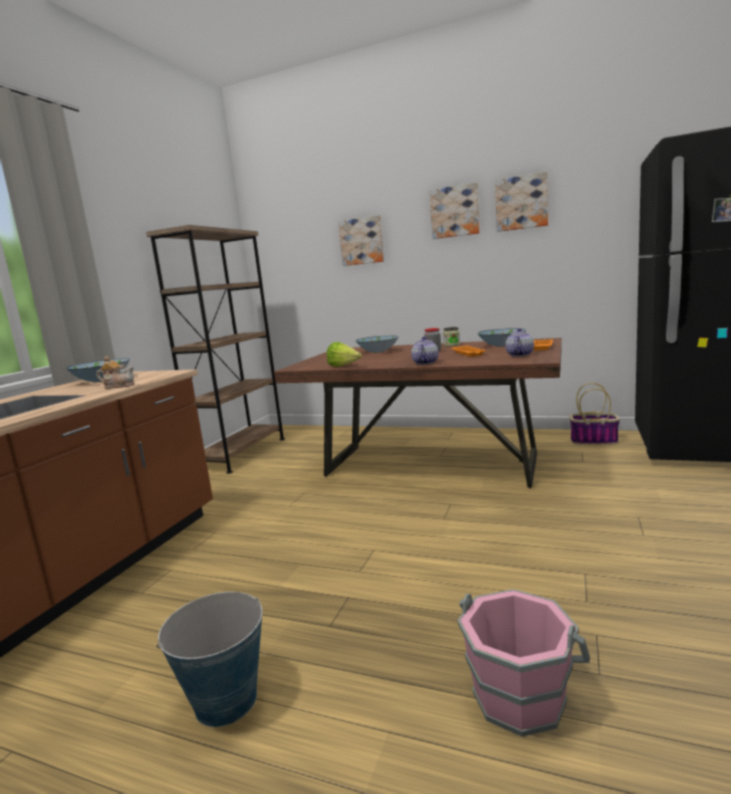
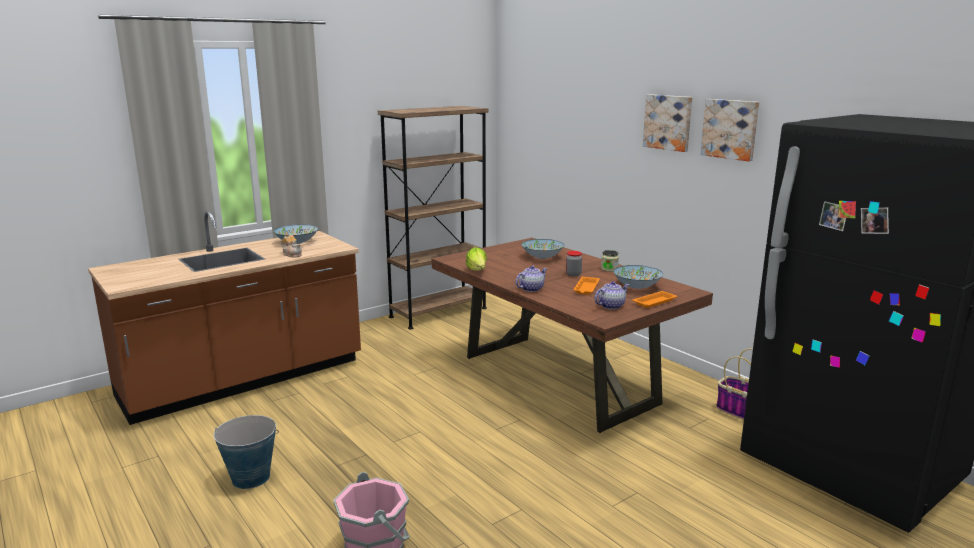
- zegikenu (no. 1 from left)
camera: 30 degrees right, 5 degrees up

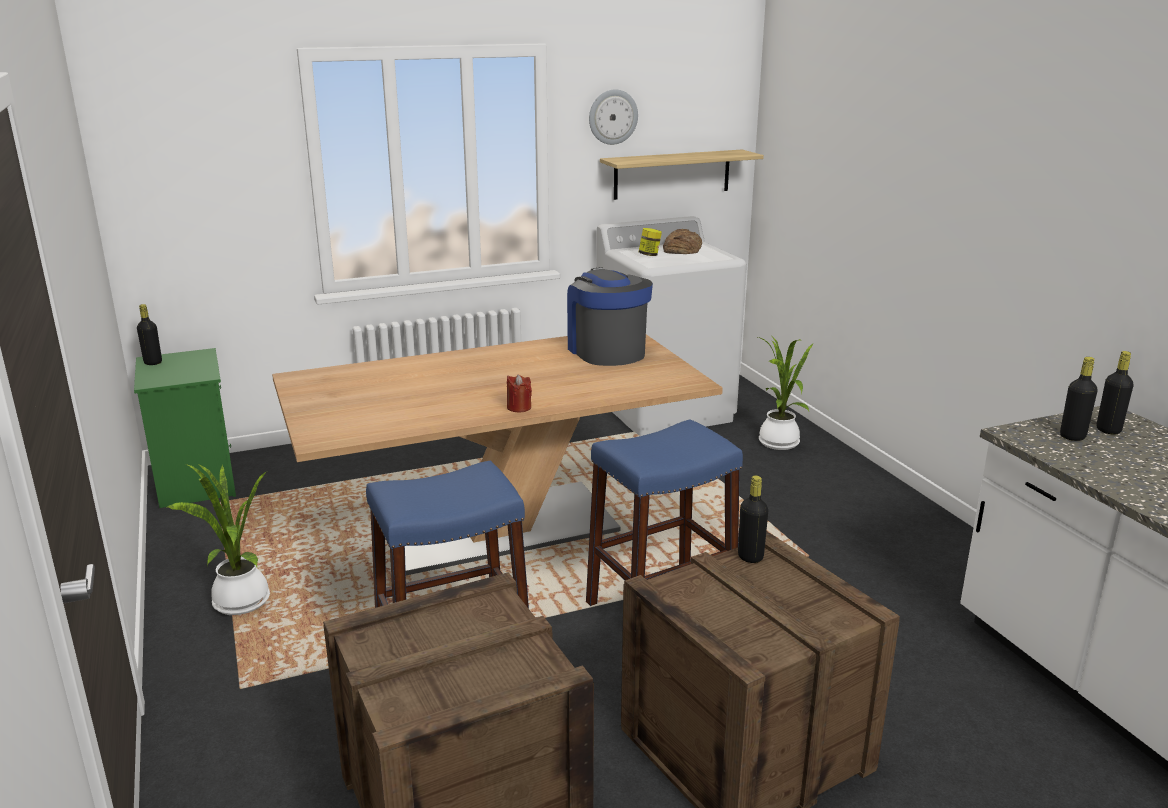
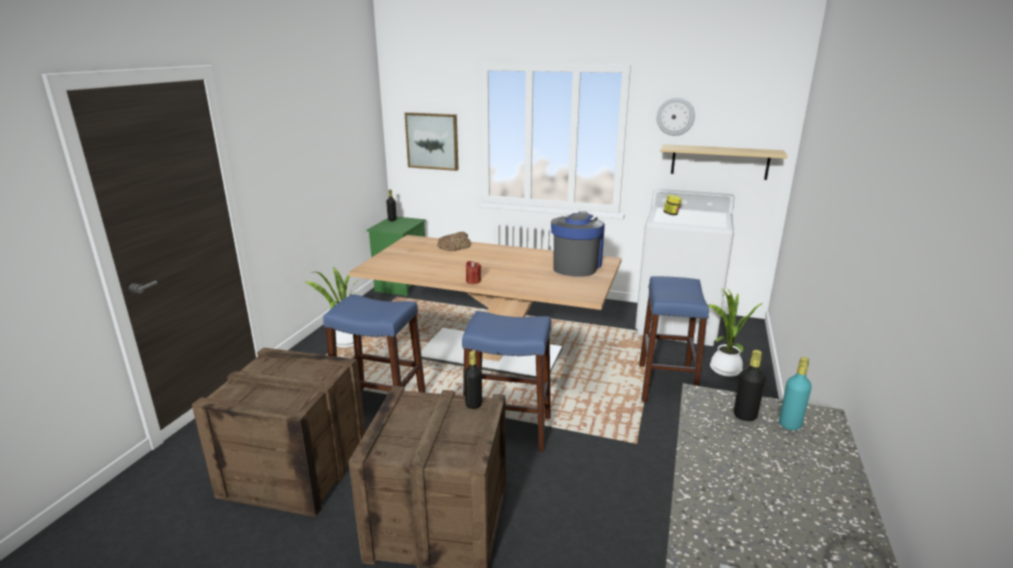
+ zegikenu
+ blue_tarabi (no. 3 from left)
~ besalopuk
~ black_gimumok (no. 4 from left) to turquoise_gimumok
camera: 40 degrees right, 0 degrees up

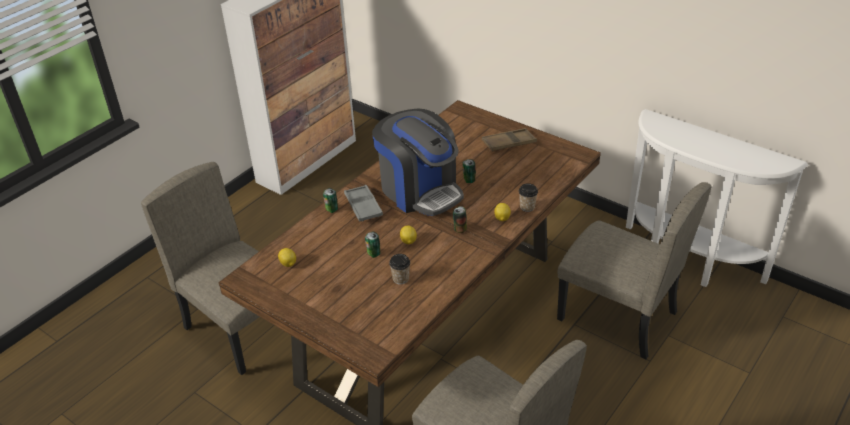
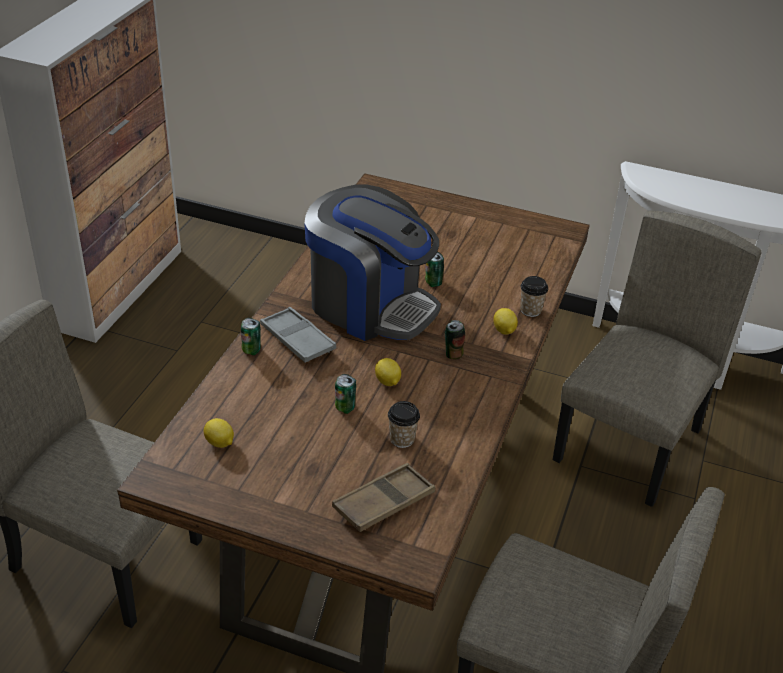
~ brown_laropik
~ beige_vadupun (no. 3 from left) 75 degrees counterclockwise
camera: 20 degrees left, 0 degrees up

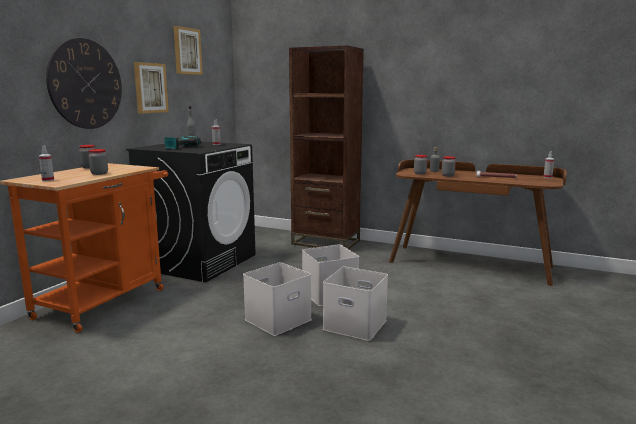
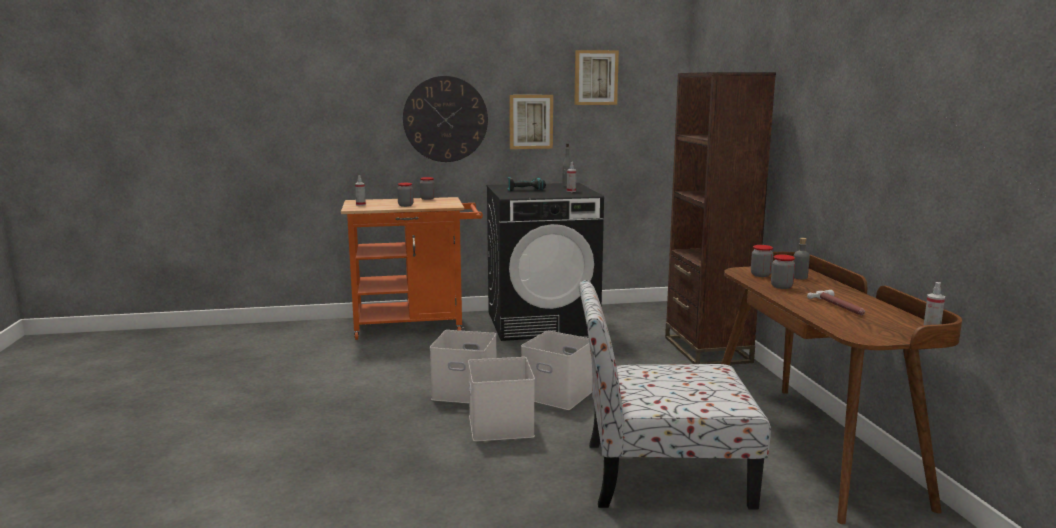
+ vadupun
camera: 55 degrees right, 0 degrees up

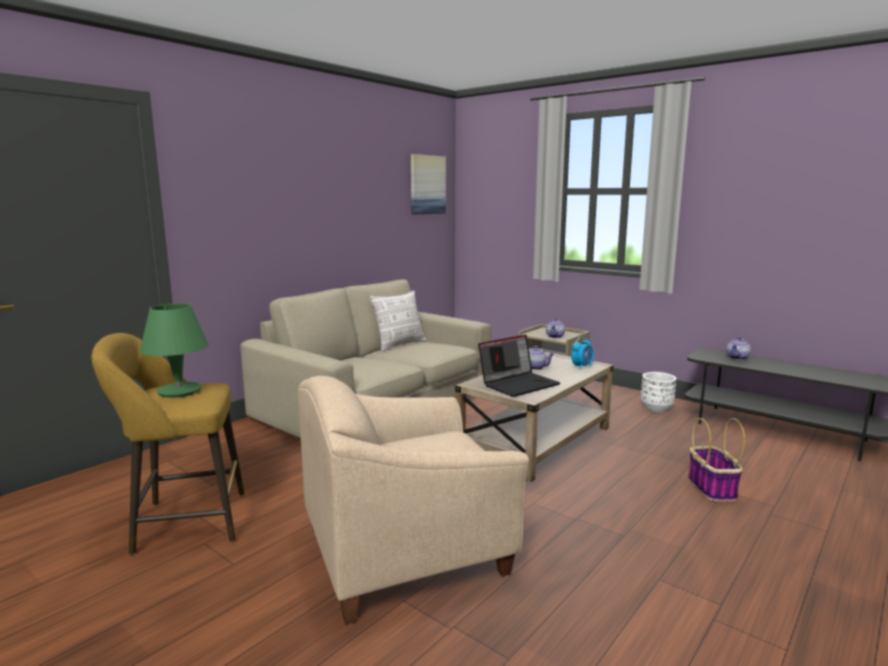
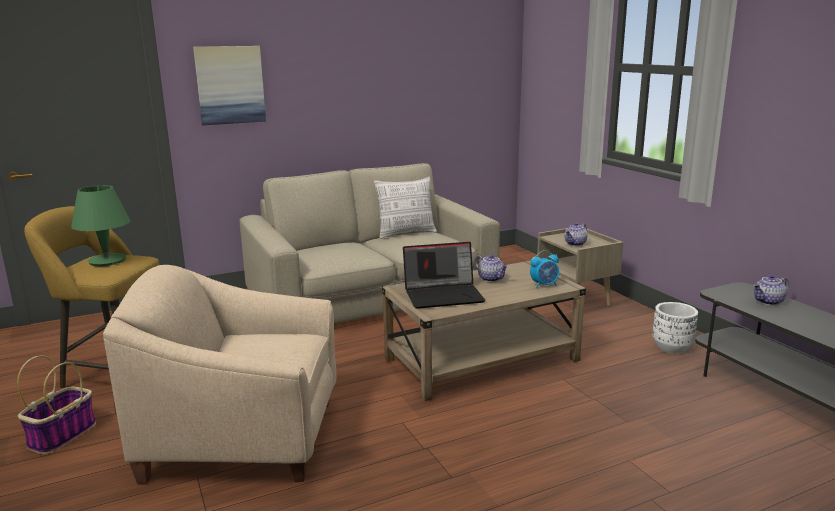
~ zegikenu
~ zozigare
camera: 25 degrees right, 5 degrees up

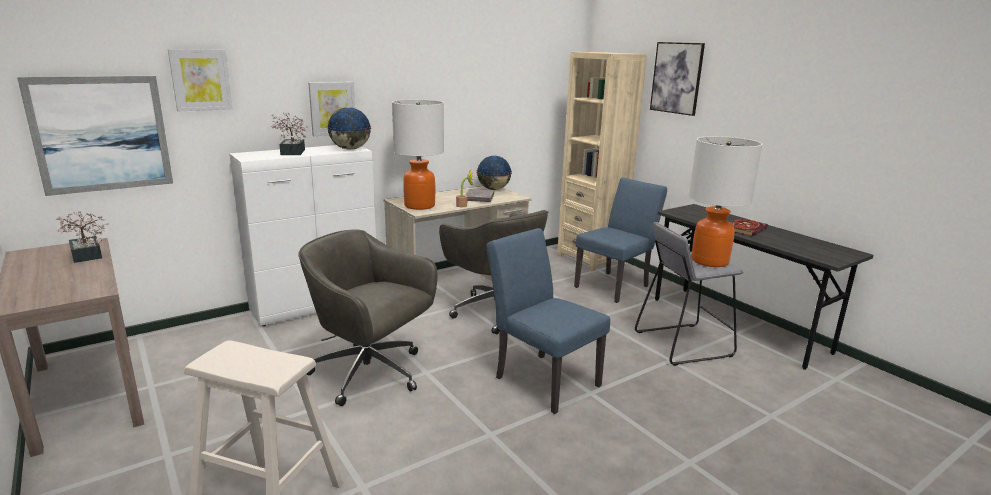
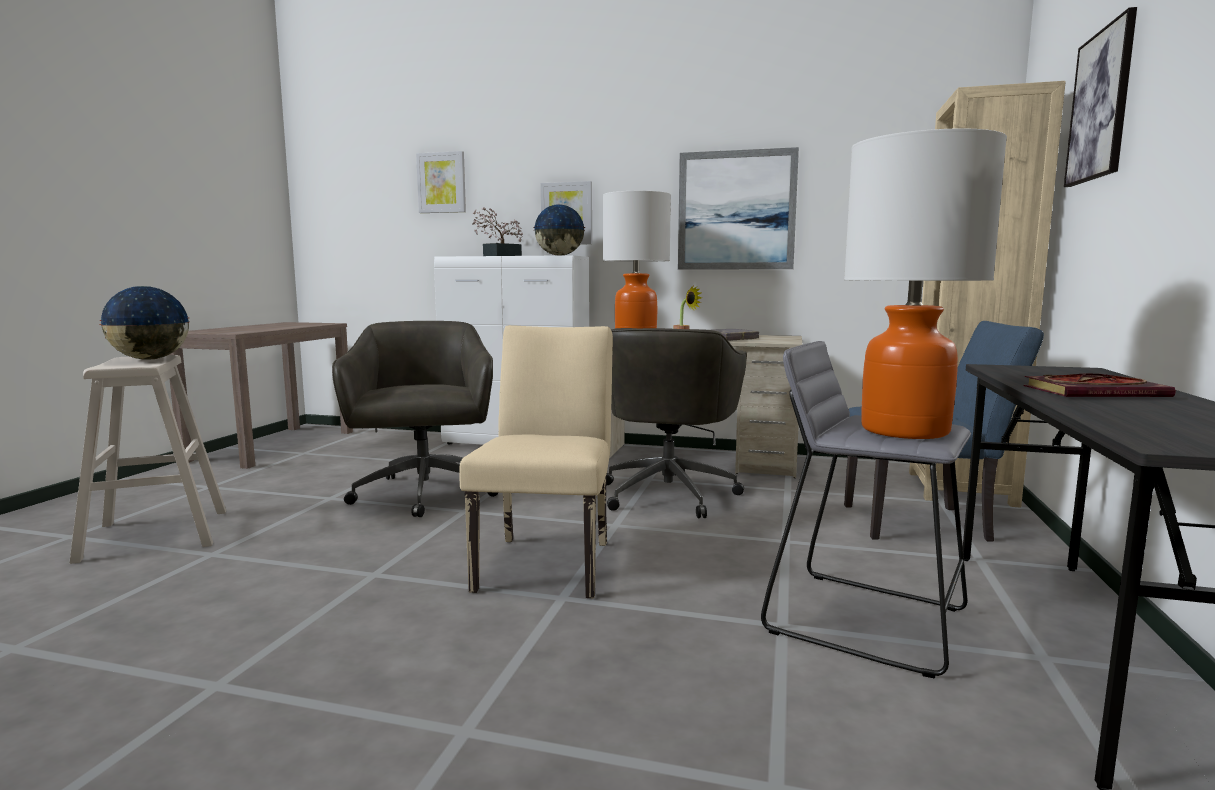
- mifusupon (no. 1 from left)
~ zegikenu (no. 1 from left in the first image) to zegikenu (no. 3 from left)
~ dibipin (no. 2 from left in the first image) to dibipin (no. 1 from left)
~ blue_vadupun (no. 1 from left) to beige_vadupun
camera: 50 degrees right, 10 degrees down

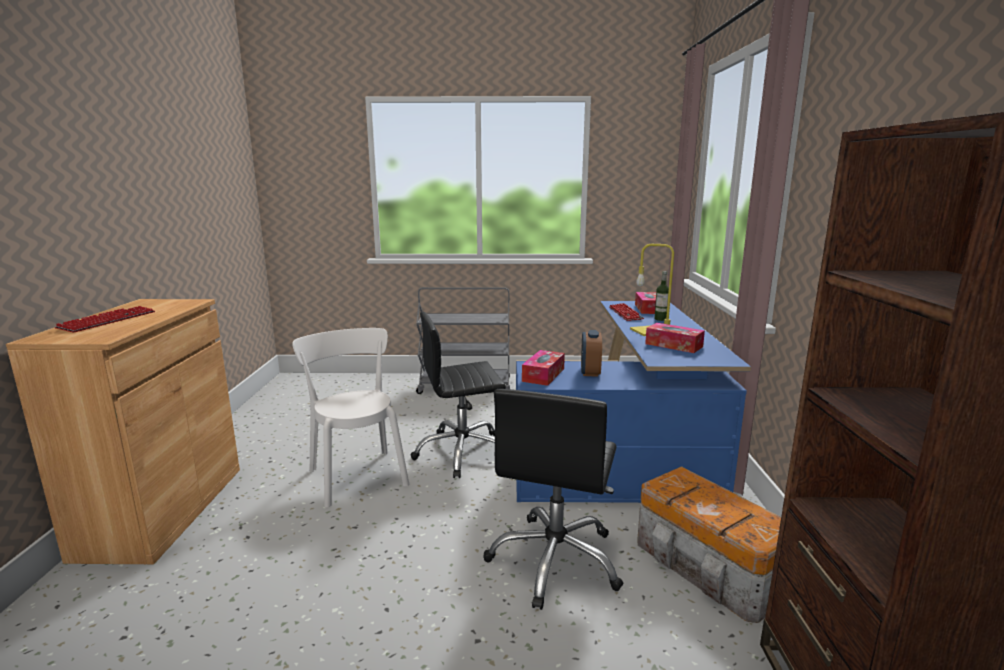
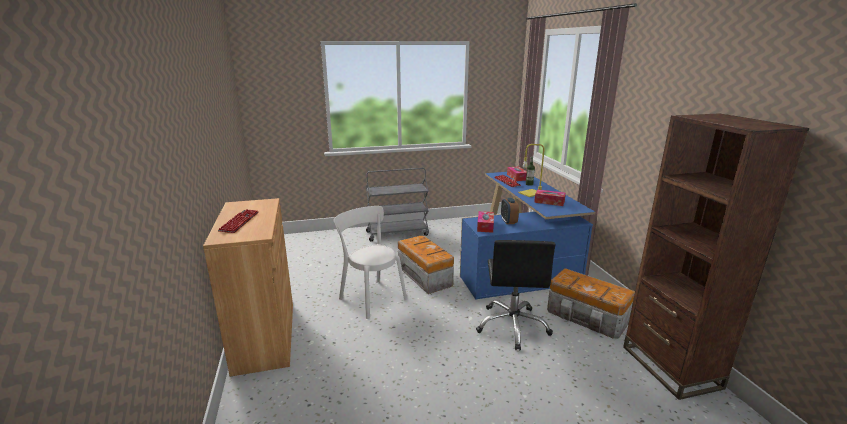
~ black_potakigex (no. 1 from left) to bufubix (no. 1 from left)
camera: 15 degrees left, 5 degrees up

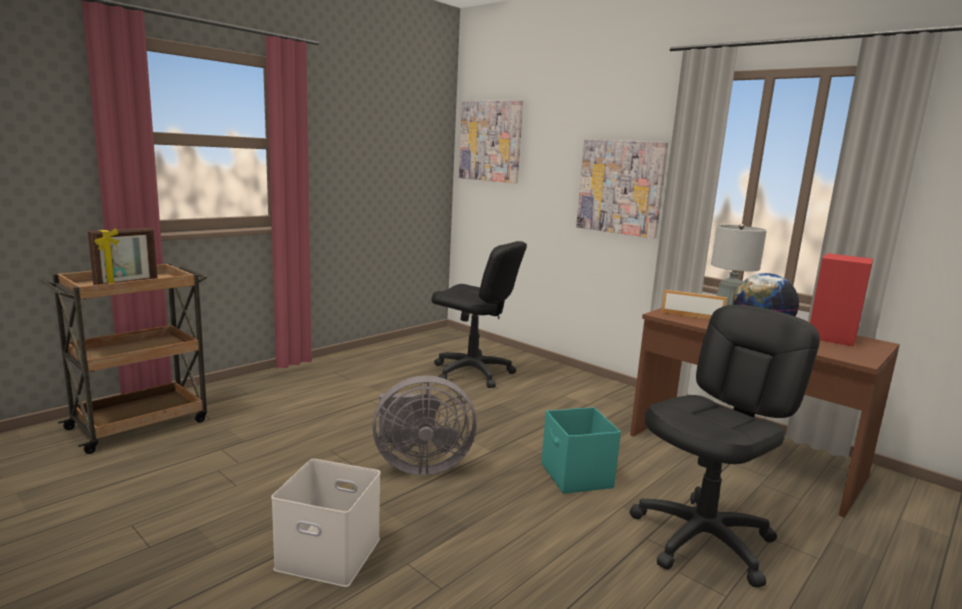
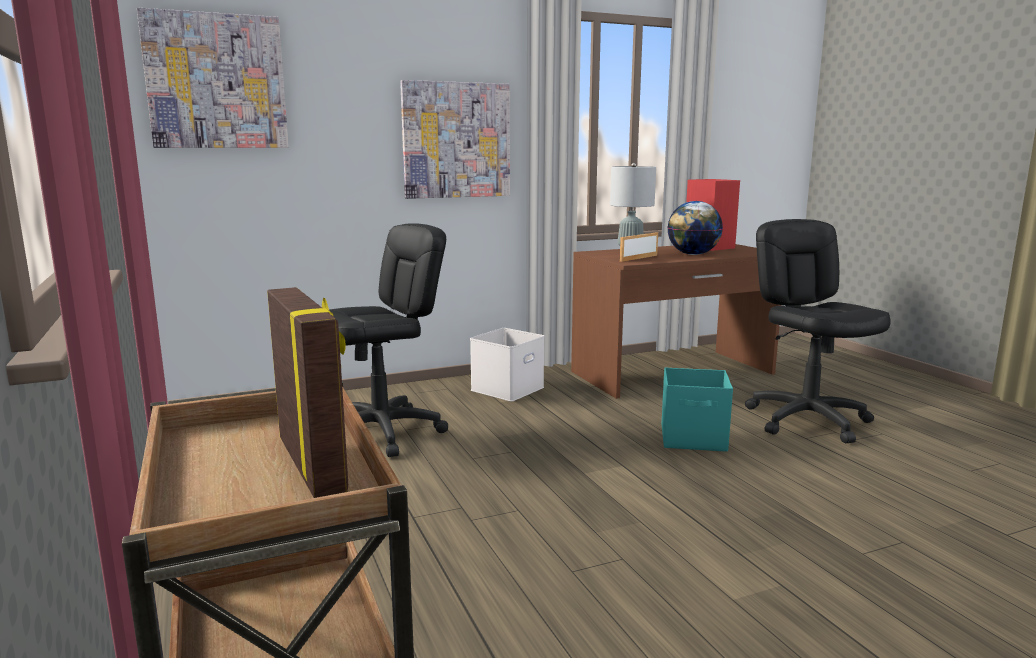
- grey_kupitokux
~ white_bufubix
camera: 65 degrees left, 0 degrees up

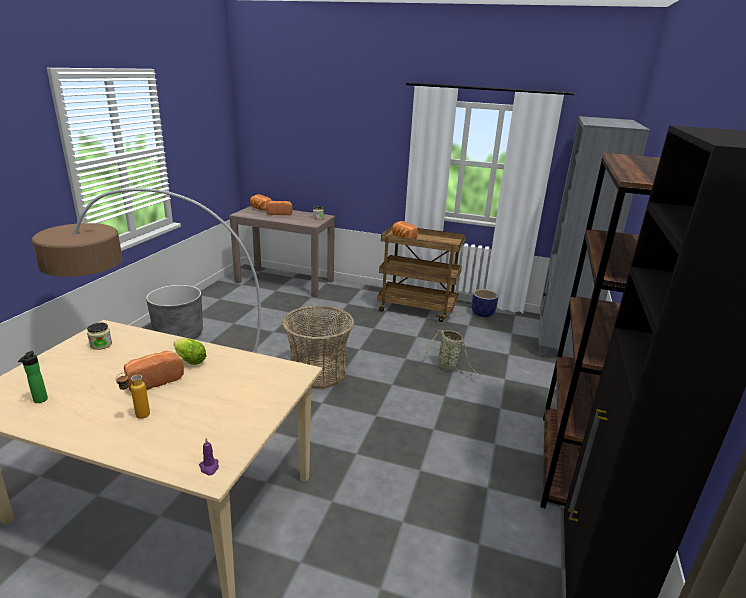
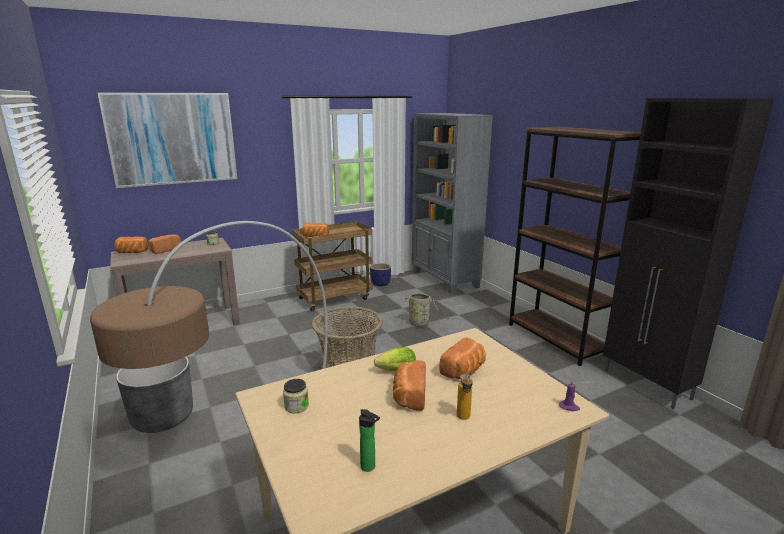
+ zegikenu
+ besalopuk (no. 5 from left)
camera: 45 degrees left, 5 degrees down

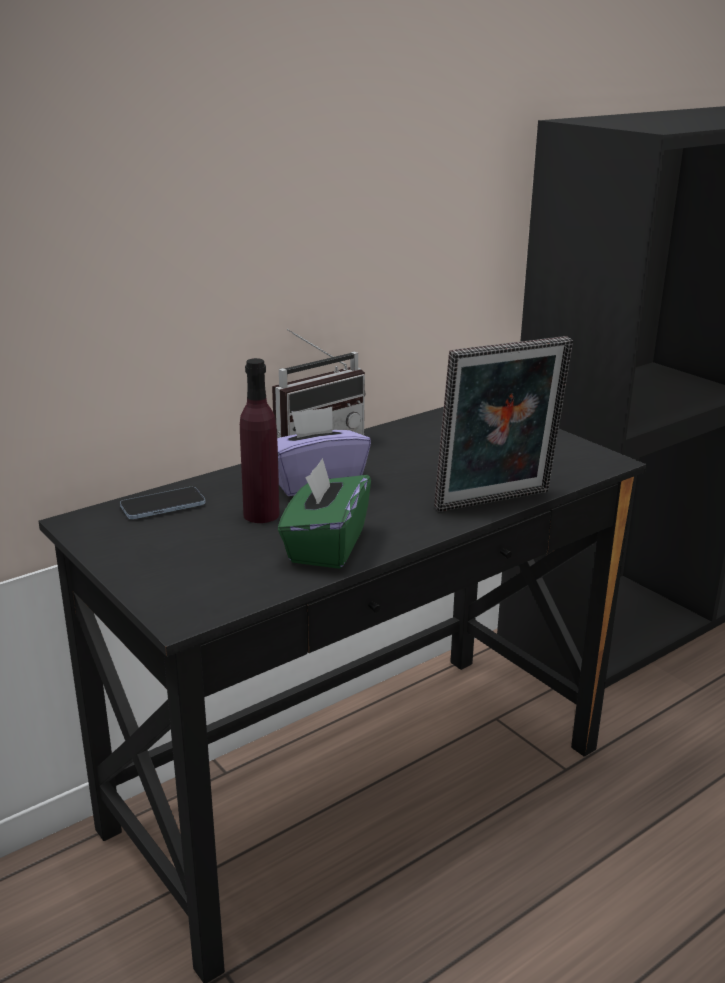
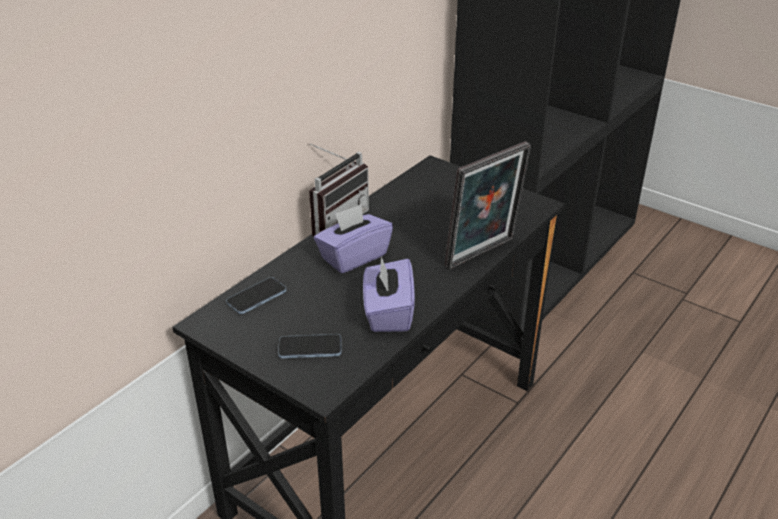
- purple_gimumok
+ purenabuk (no. 2 from left)
~ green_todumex to purple_todumex (no. 2 from left)
camera: 15 degrees left, 10 degrees up

